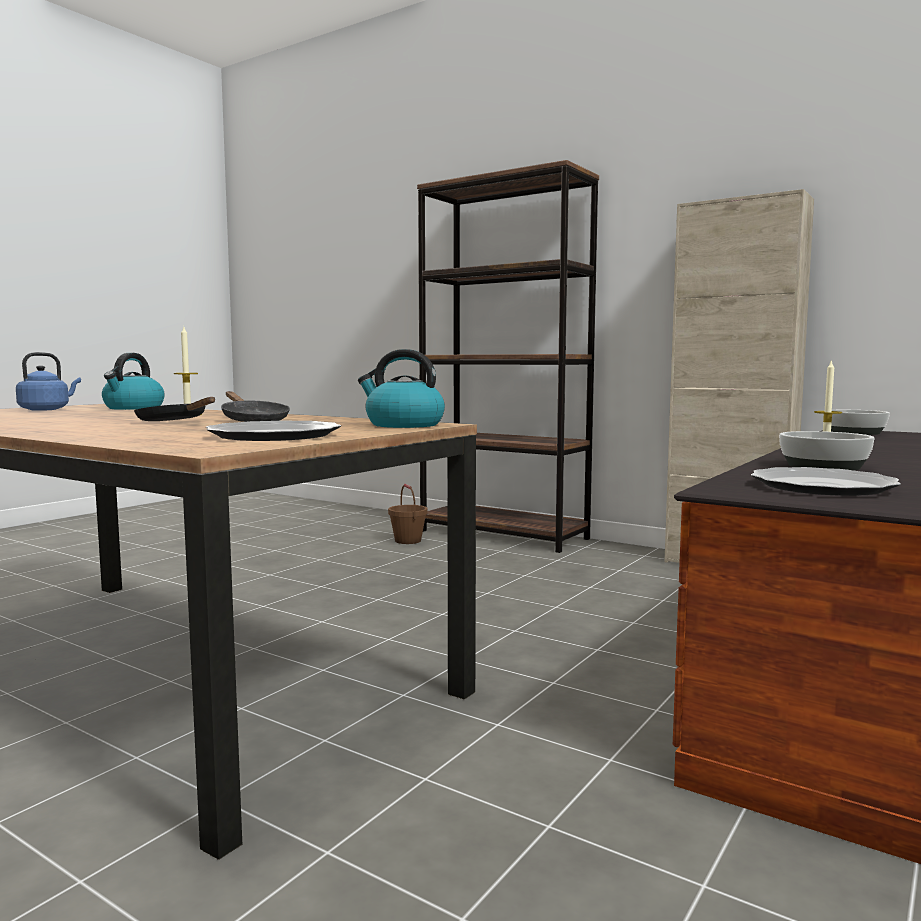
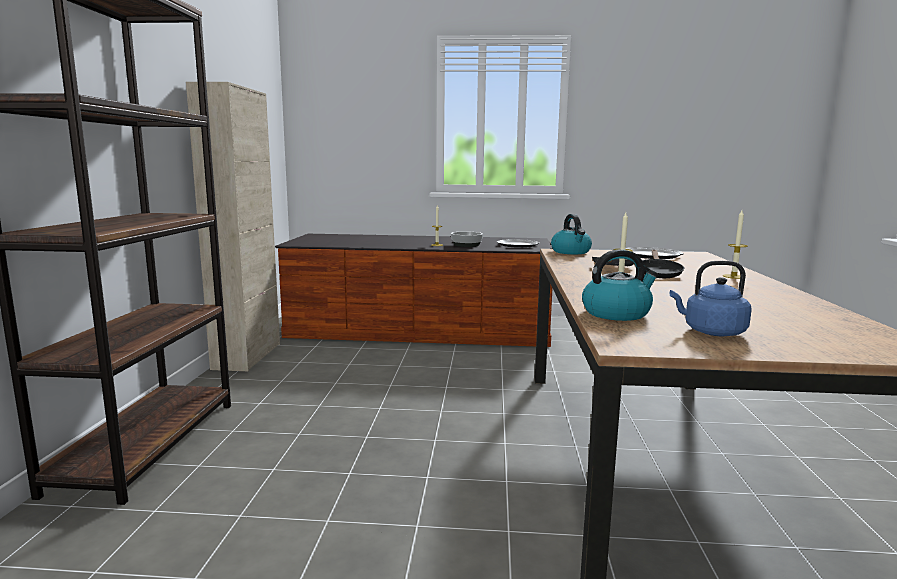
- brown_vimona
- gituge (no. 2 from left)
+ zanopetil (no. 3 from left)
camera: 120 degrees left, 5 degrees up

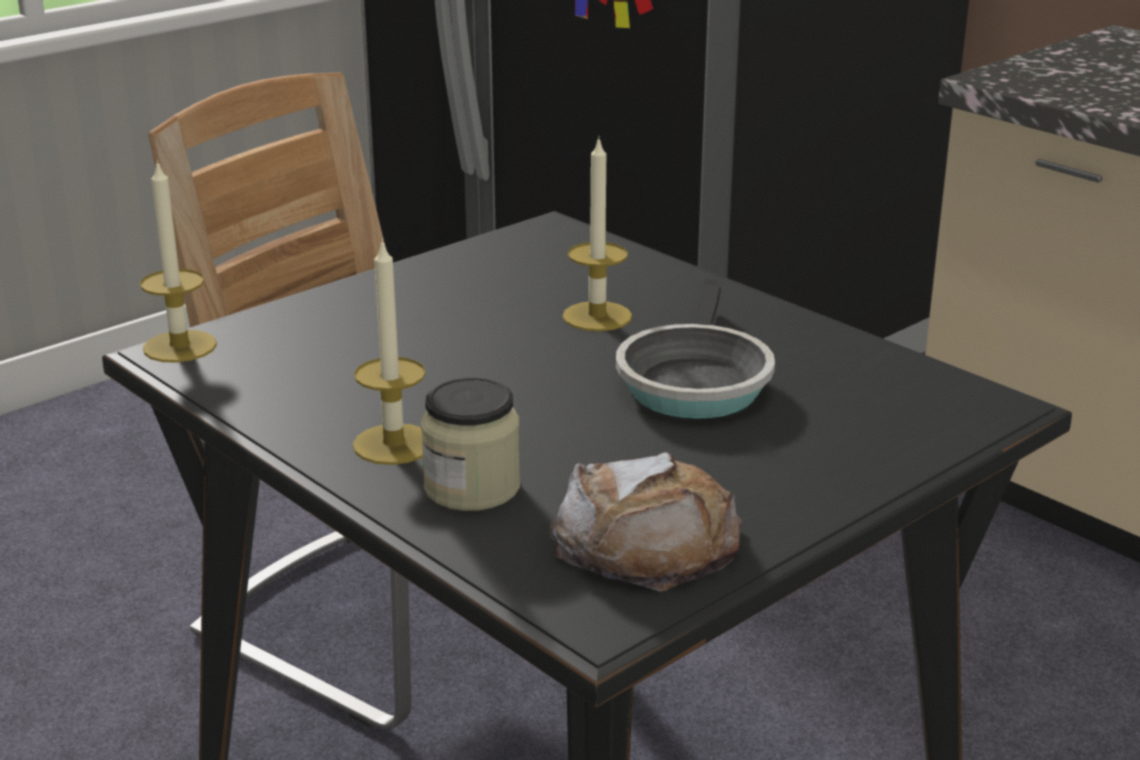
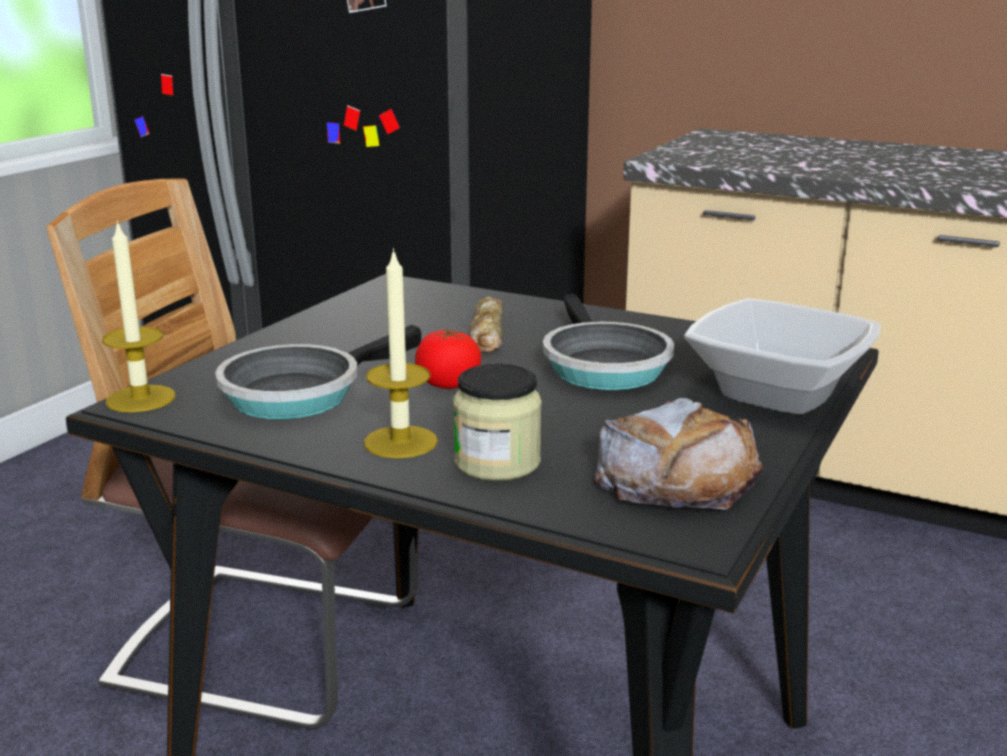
+ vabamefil (no. 1 from left)
+ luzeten
+ gituge
~ zanopetil (no. 3 from left) to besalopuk (no. 1 from left)
camera: 20 degrees left, 5 degrees down

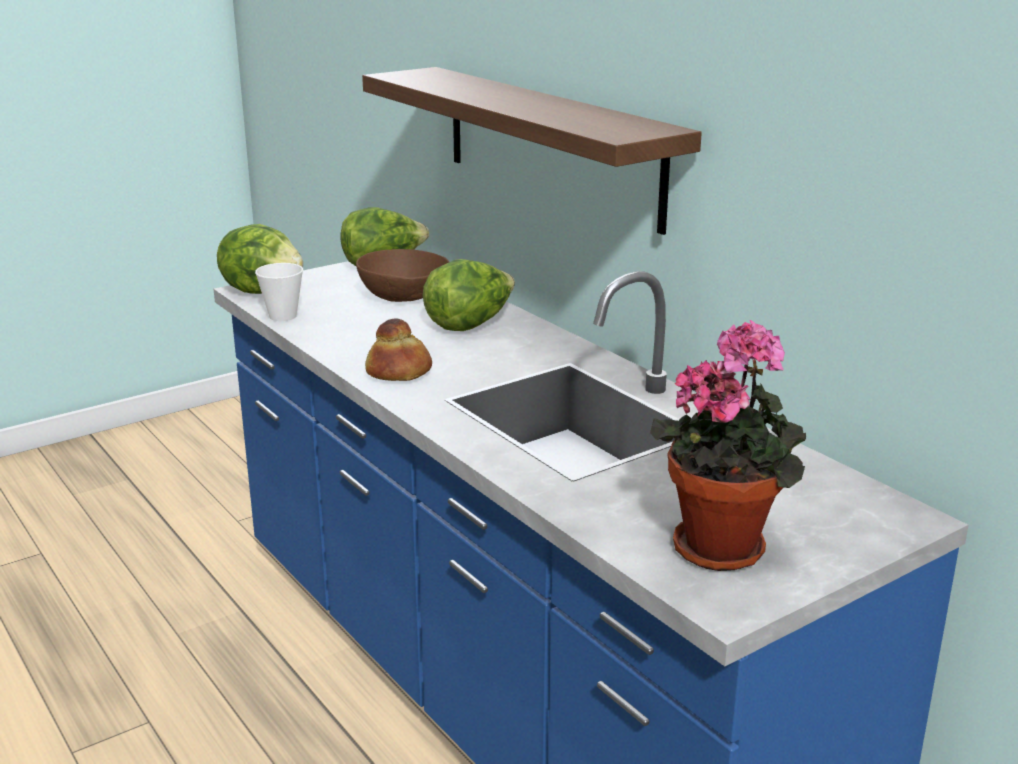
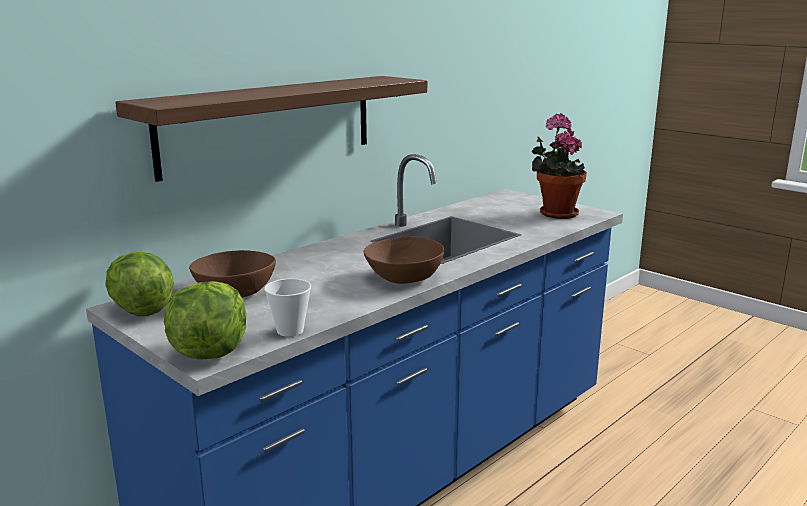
- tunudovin (no. 3 from left)
~ besalopuk to brown_gituge (no. 2 from left)
camera: 100 degrees left, 5 degrees down

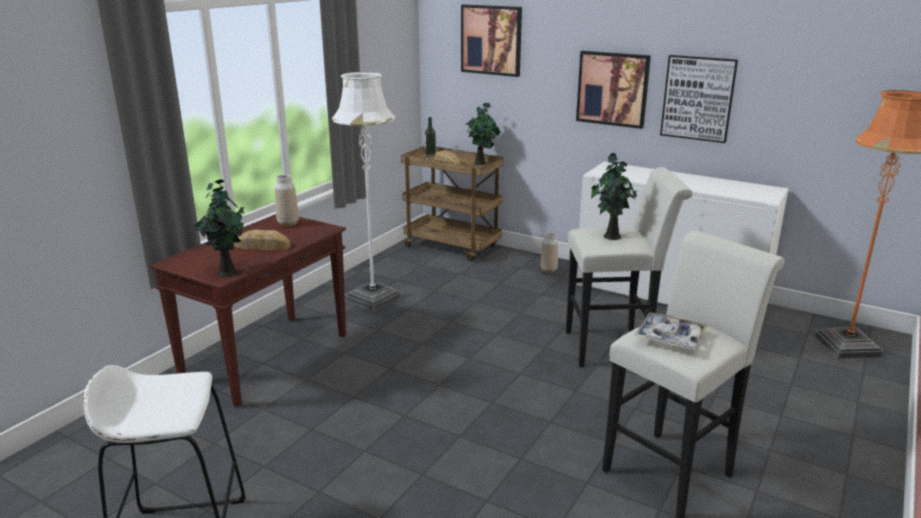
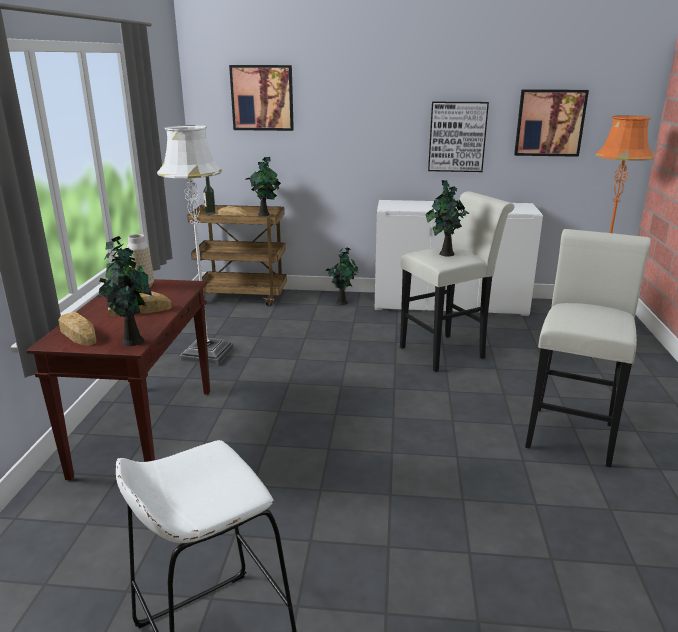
- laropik
+ besalopuk (no. 1 from left)
~ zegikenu (no. 2 from left in the first image) to zegikenu (no. 3 from left)
~ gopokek (no. 2 from left) to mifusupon (no. 3 from left)
camera: 25 degrees left, 0 degrees up

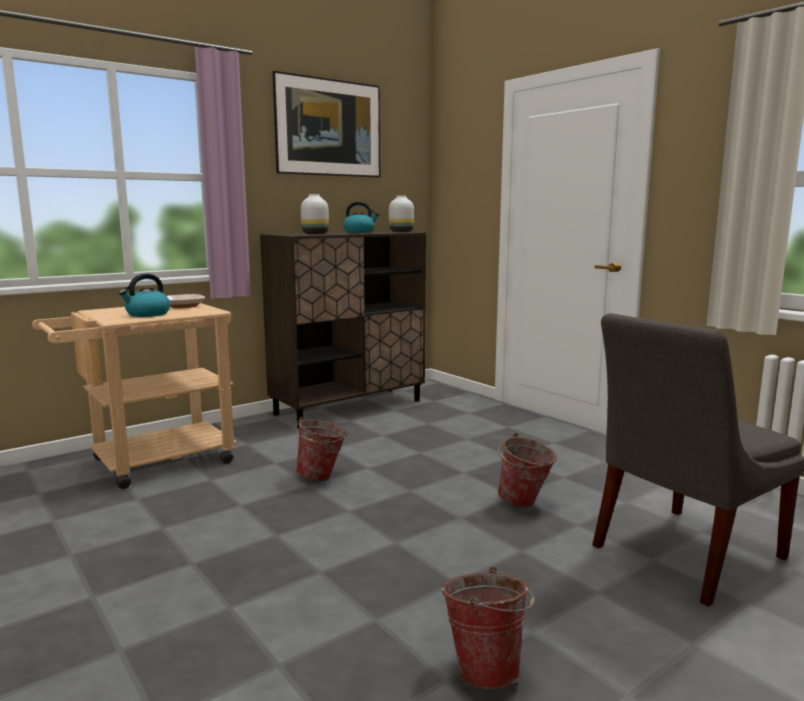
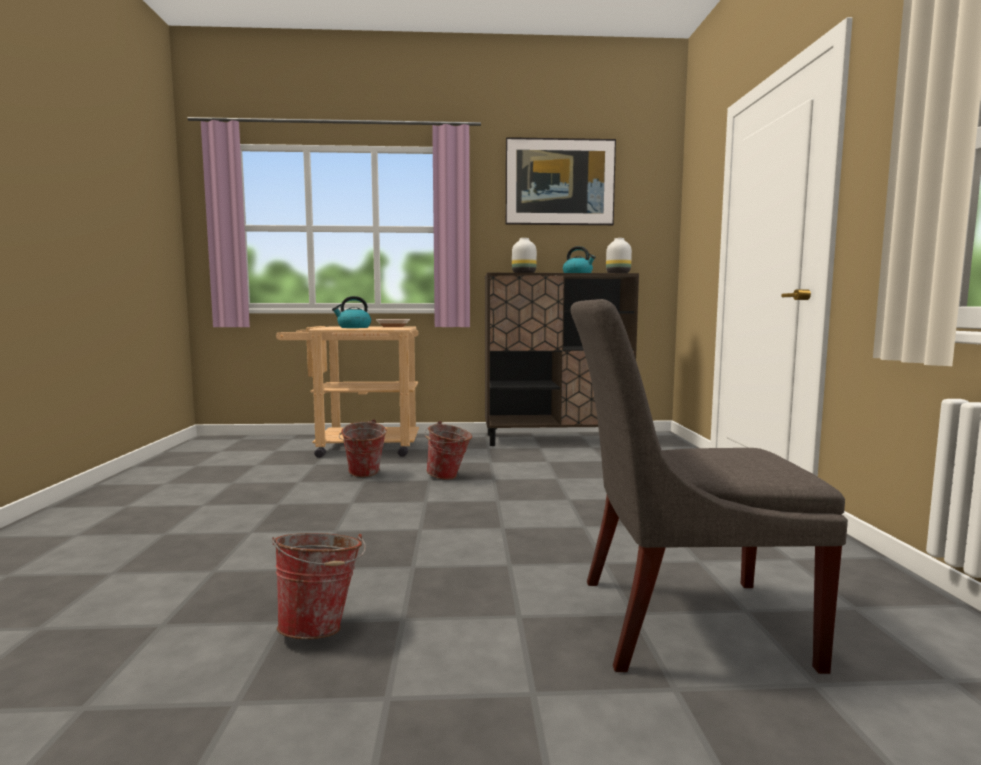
~ vimona (no. 3 from left in the first image) to vimona (no. 2 from left)
camera: 35 degrees right, 5 degrees down

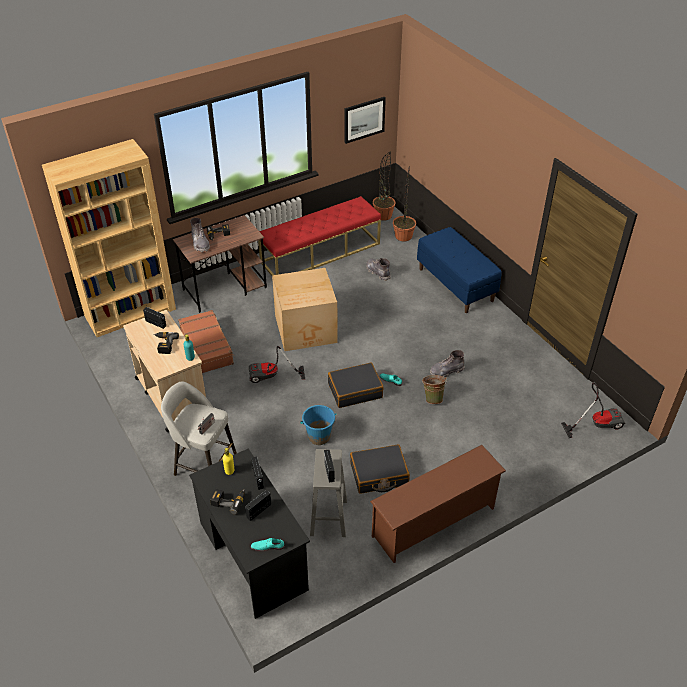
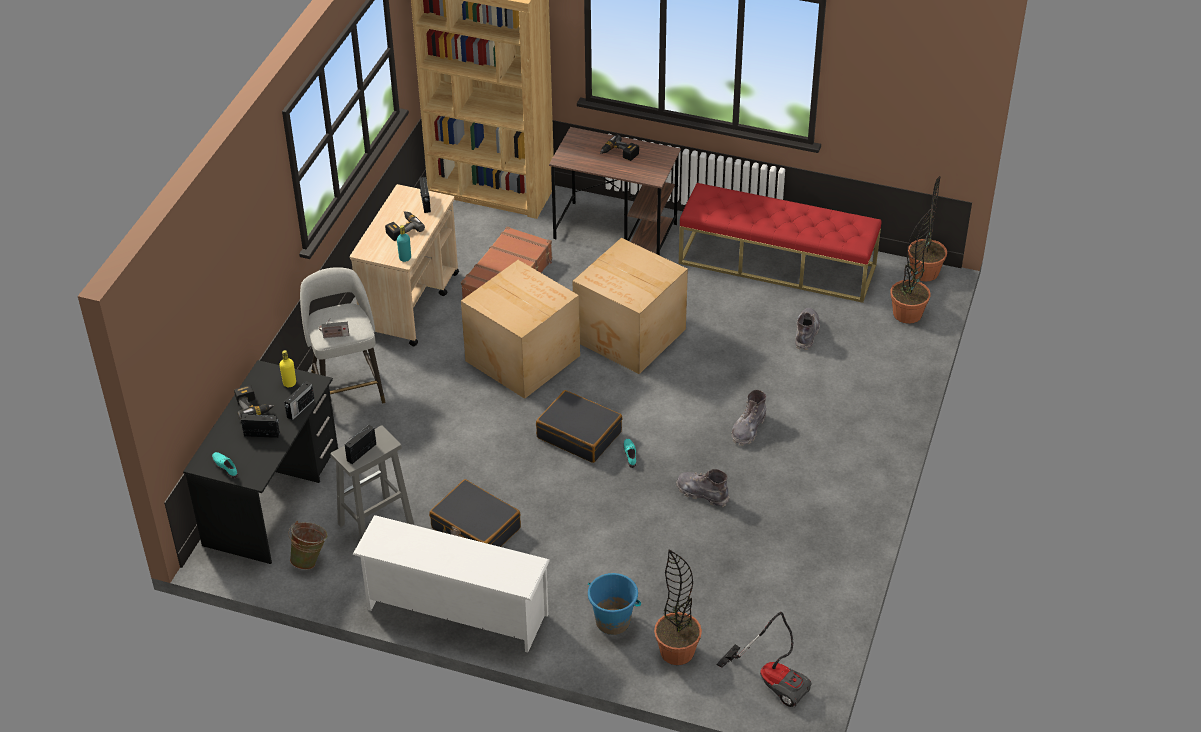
- zegikenu
- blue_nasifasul
+ mifusupon (no. 1 from left)
~ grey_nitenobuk (no. 1 from left in the first image) to grey_nitenobuk (no. 2 from left)
~ blue_vimona
~ green_vimona
~ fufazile (no. 1 from left) to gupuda (no. 1 from left)
~ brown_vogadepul to white_vogadepul
camera: 50 degrees right, 0 degrees up

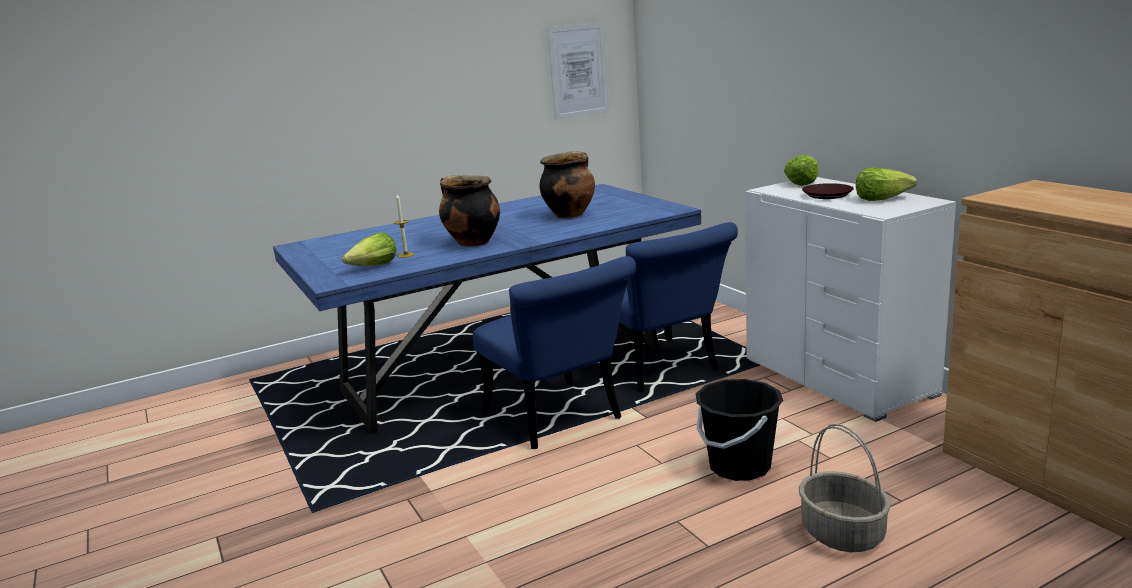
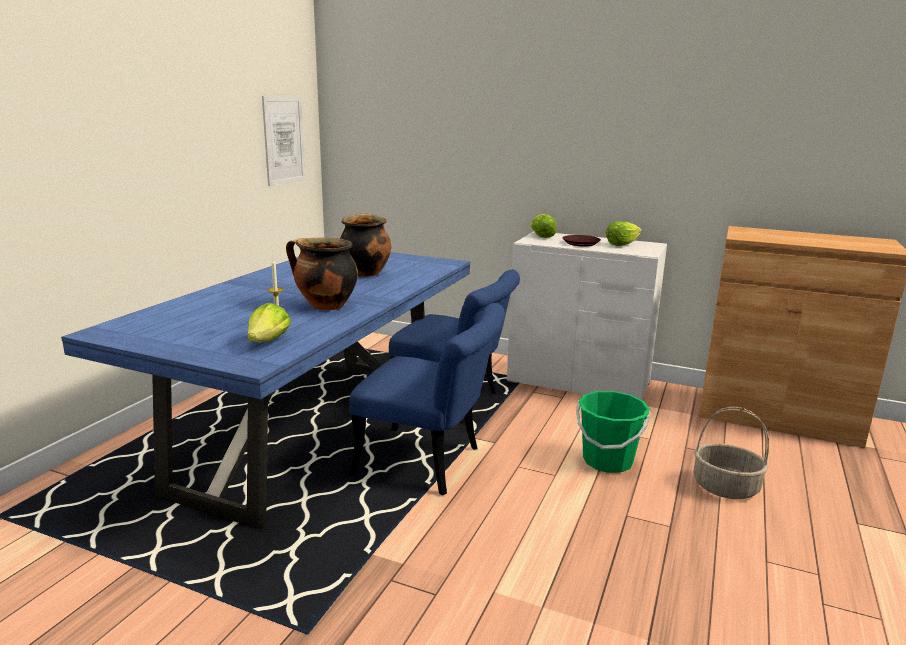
~ black_vimona to green_vimona
camera: 40 degrees left, 0 degrees up

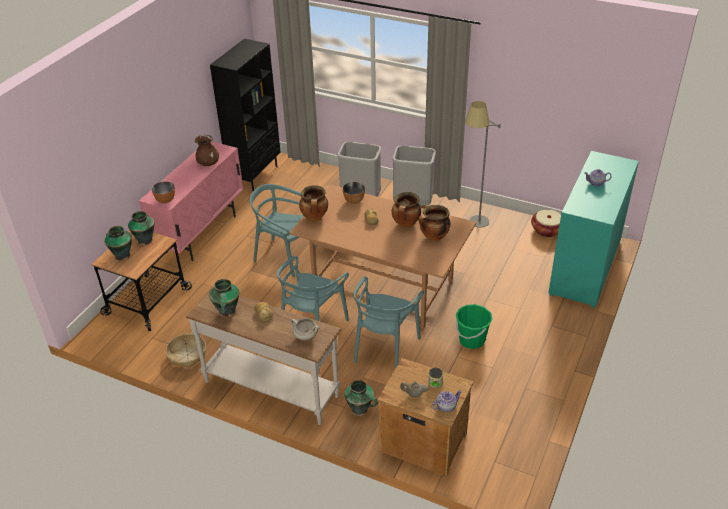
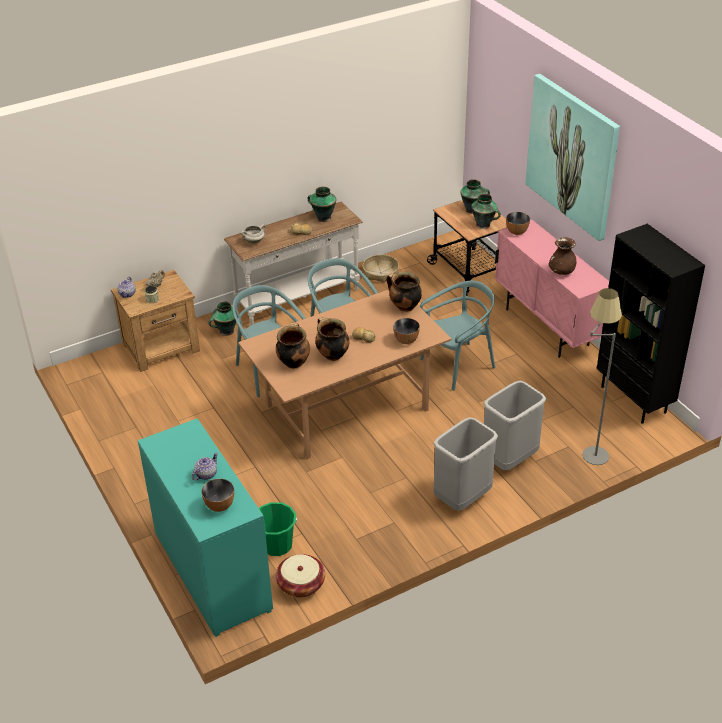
+ gituge (no. 1 from left)
+ zegikenu
~ green_vimona
~ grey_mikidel
camera: 125 degrees right, 0 degrees up

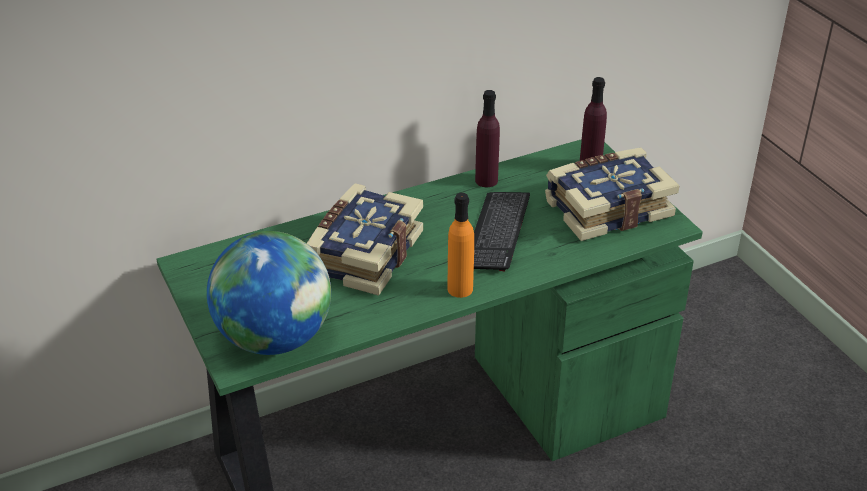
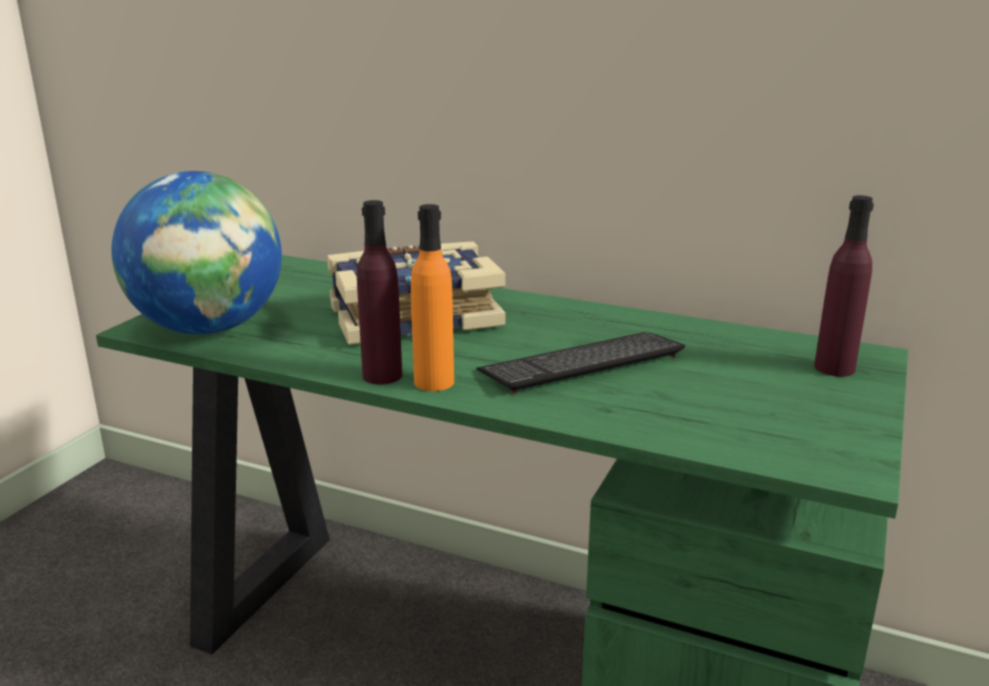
- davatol (no. 2 from left)
~ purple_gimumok (no. 1 from left)
camera: 50 degrees right, 15 degrees down

